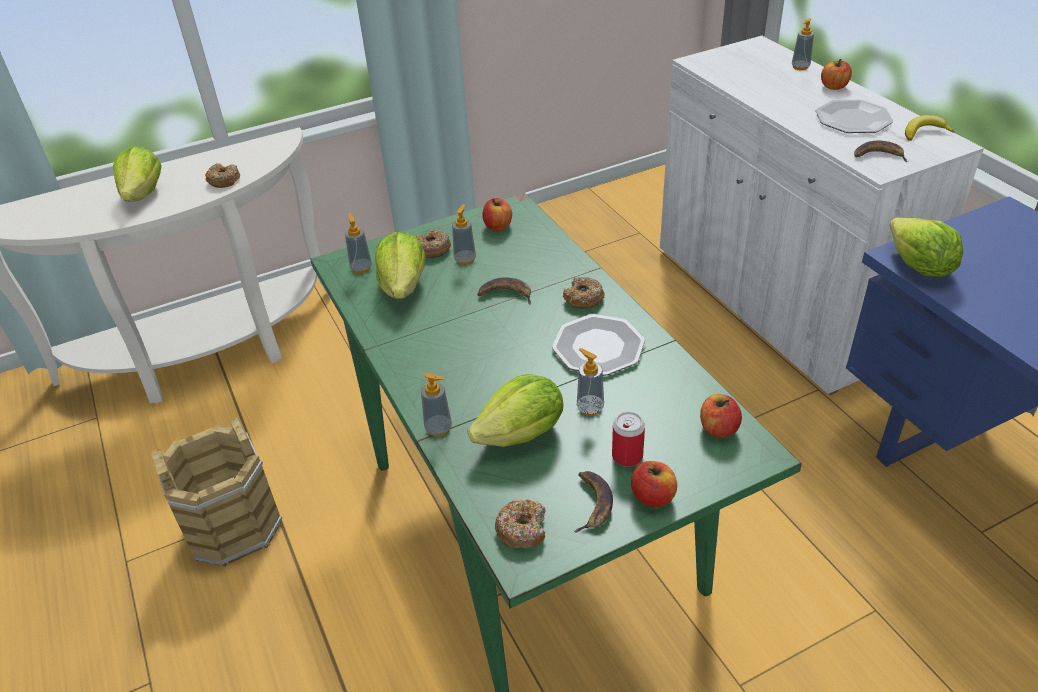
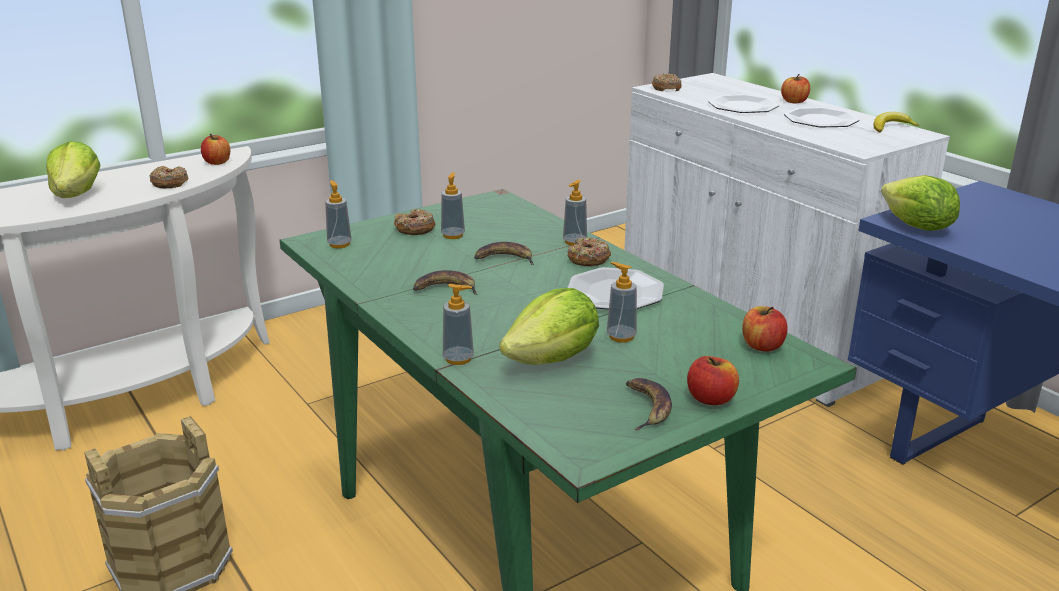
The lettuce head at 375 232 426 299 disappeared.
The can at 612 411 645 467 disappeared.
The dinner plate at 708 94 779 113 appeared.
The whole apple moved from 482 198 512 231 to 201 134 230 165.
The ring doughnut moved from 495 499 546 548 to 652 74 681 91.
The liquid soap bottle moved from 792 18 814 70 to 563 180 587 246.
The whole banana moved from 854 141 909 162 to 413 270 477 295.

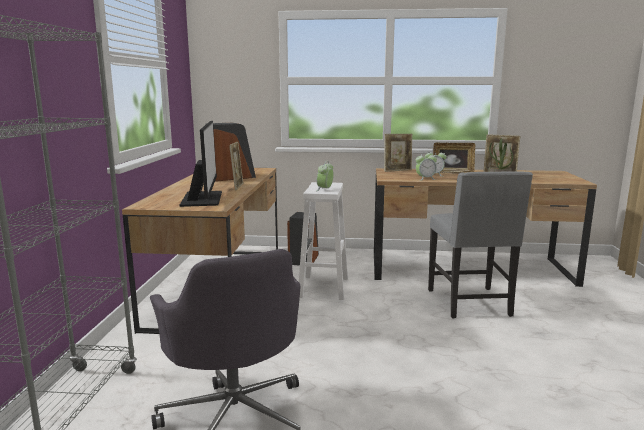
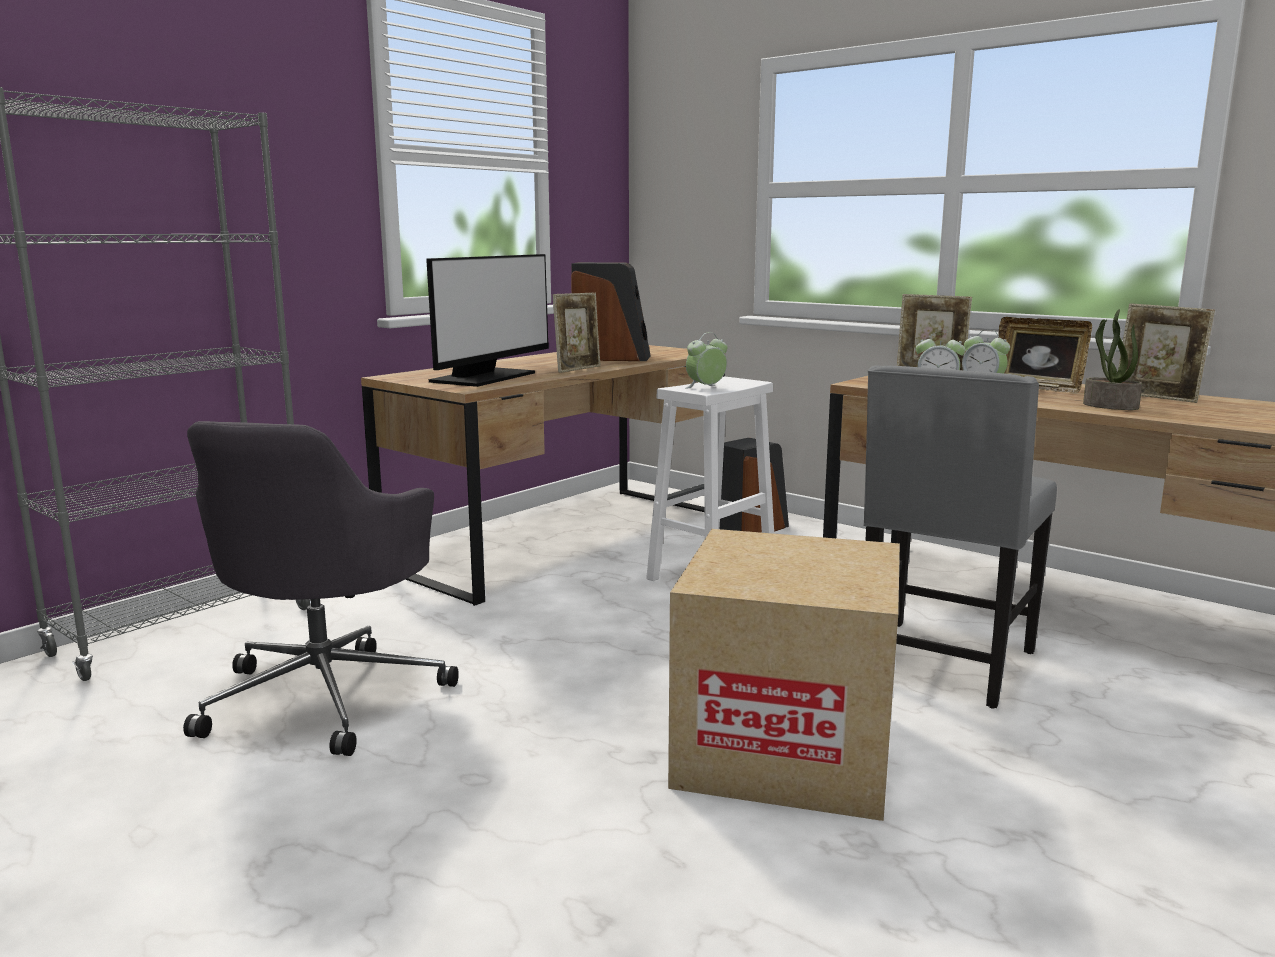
The cardboard box at 668 529 900 821 appeared.

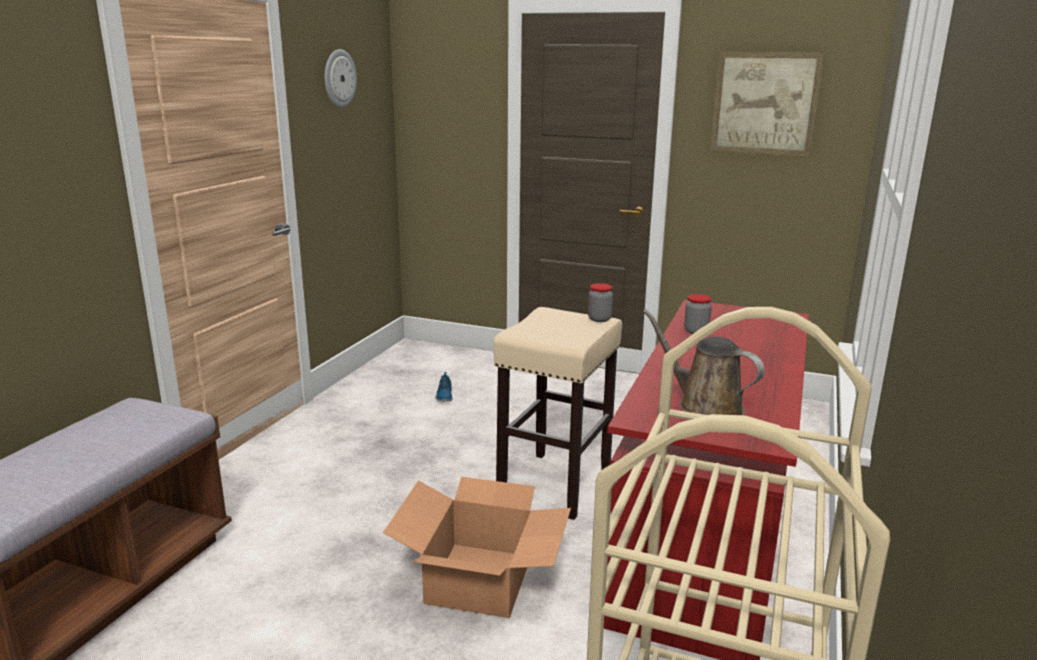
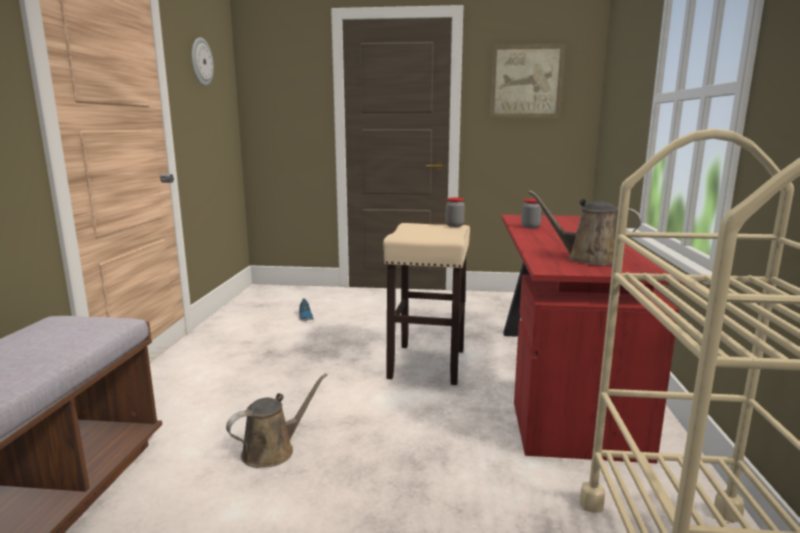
The cardboard box at 383 477 571 618 disappeared.
The watering can (brownish) at 226 373 327 468 appeared.

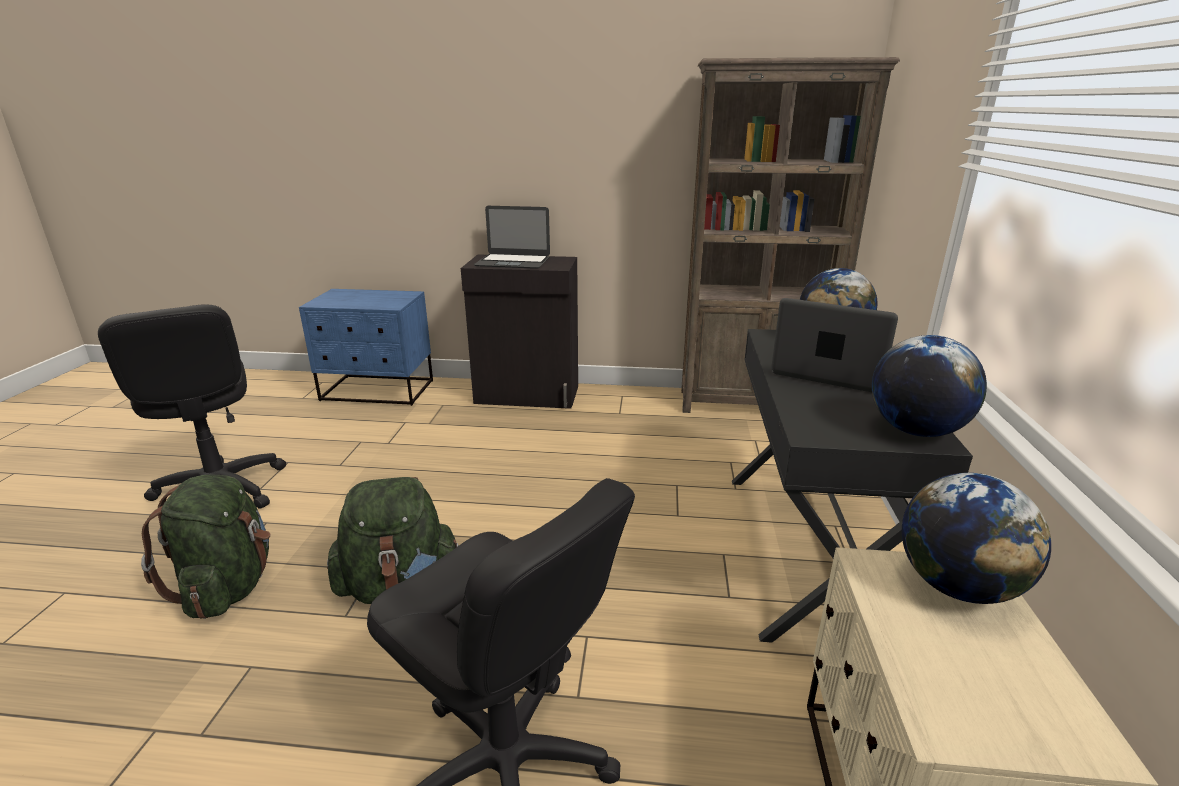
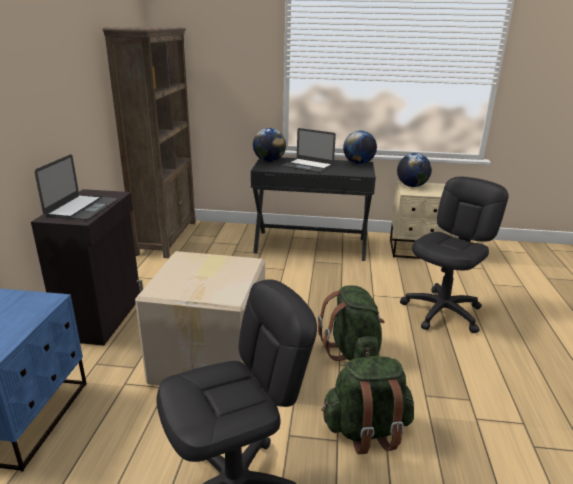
The cardboard box at 135 251 265 386 appeared.
The portable computer at 771 298 898 392 turned 90 degrees counterclockwise.

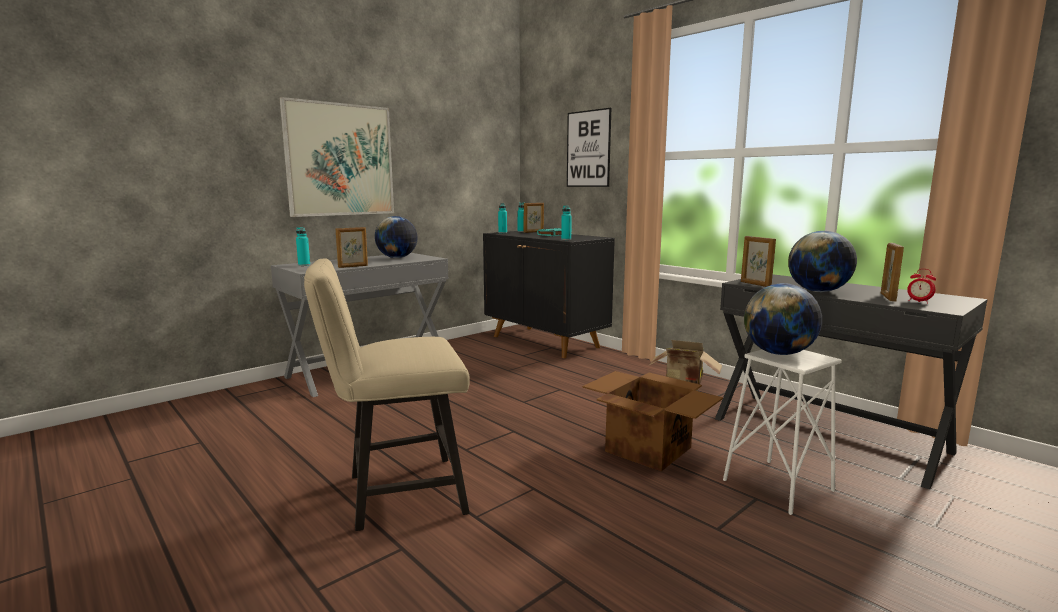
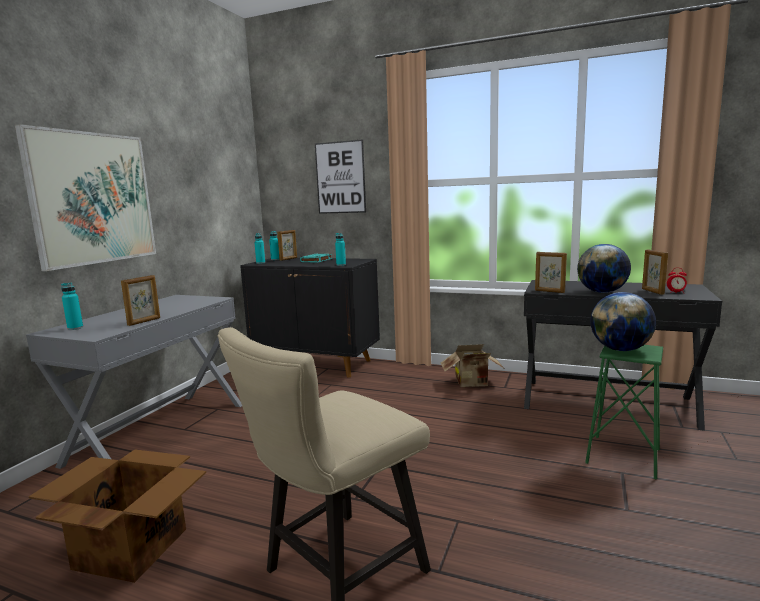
The desk globe at 375 216 417 258 disappeared.
The cardboard box moved from 582 371 723 471 to 29 450 206 583.
The stool seat (white-coloured) at 723 349 842 515 became the stool seat (green-coloured) at 585 345 663 480.

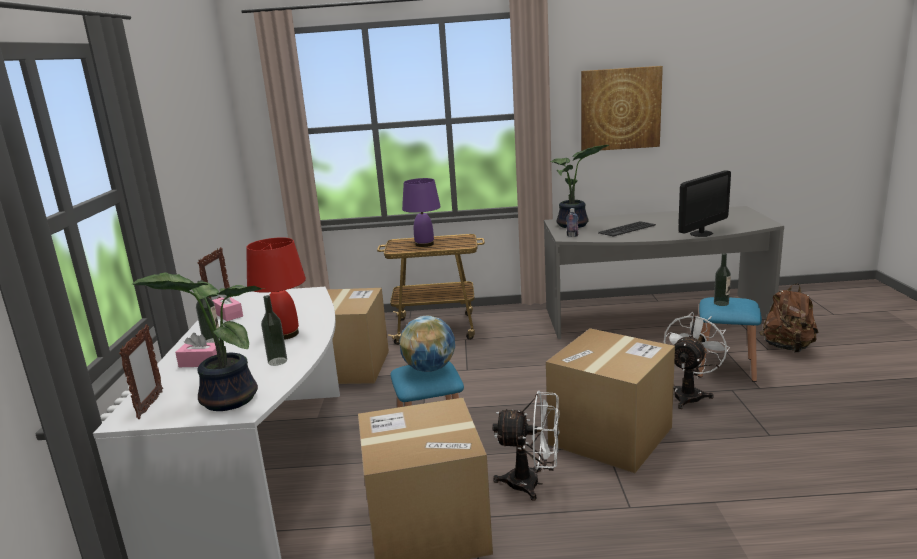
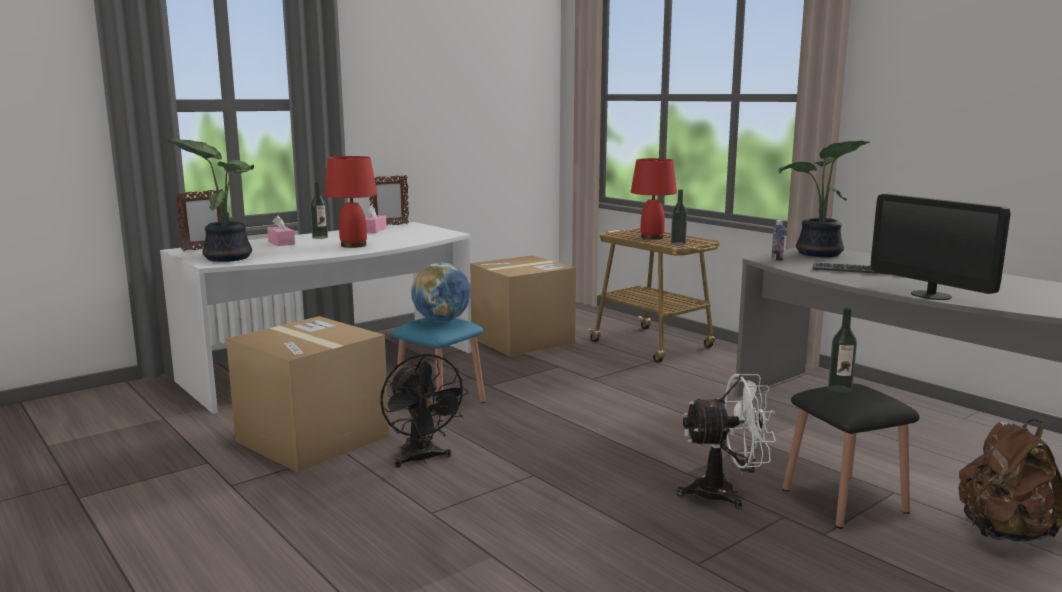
The cardboard box at 546 328 675 473 disappeared.
The wall picture at 581 66 663 151 disappeared.
The drink bottle moved from 261 295 287 366 to 671 190 687 245.
The lamp for a table (purplish) at 402 178 441 247 became the lamp for a table (reddish) at 631 158 677 239.
The electric fan (white-coloured) at 492 391 560 501 became the electric fan (blackish) at 380 353 469 468.
The stool seat (blue) at 698 297 762 382 became the stool seat (blackish) at 782 384 920 529.
The monitor at 678 170 731 237 turned 45 degrees clockwise.

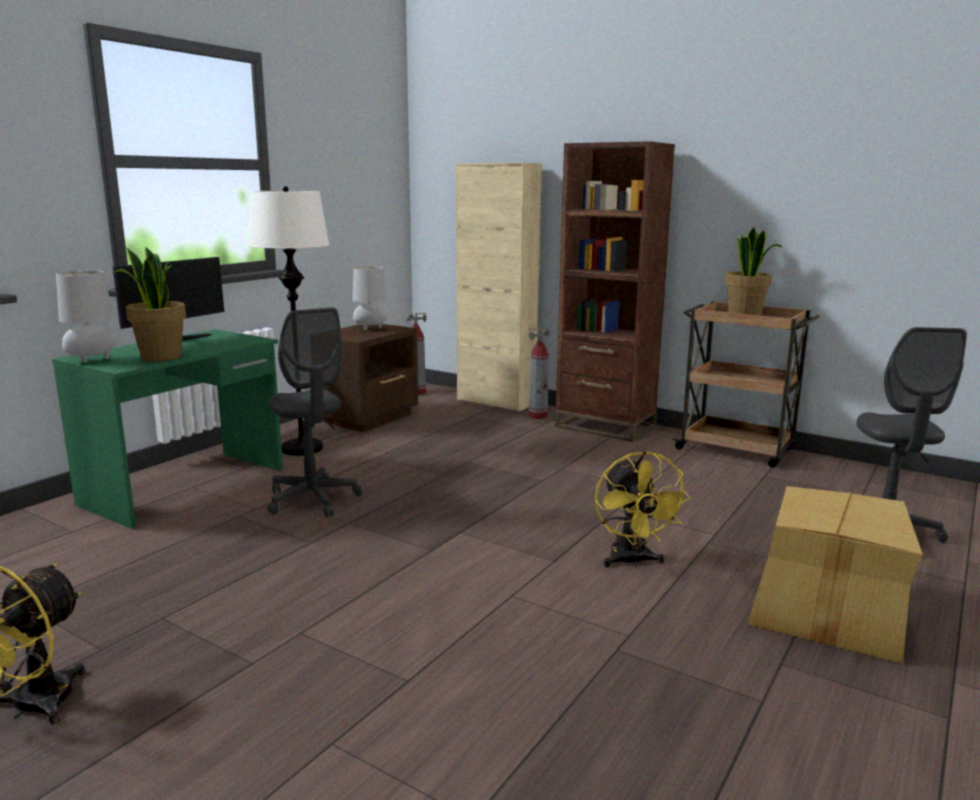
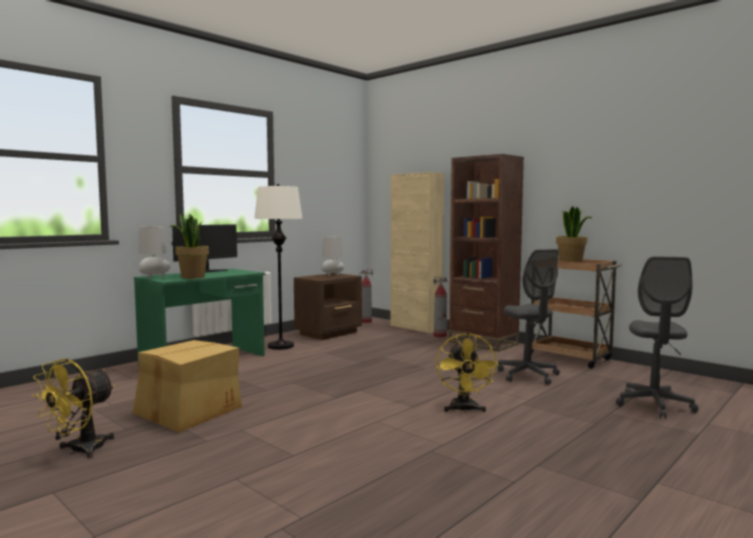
The computer chair (gray) moved from 267 307 362 517 to 498 249 560 385.
The cardboard box moved from 747 486 923 664 to 133 340 242 433.

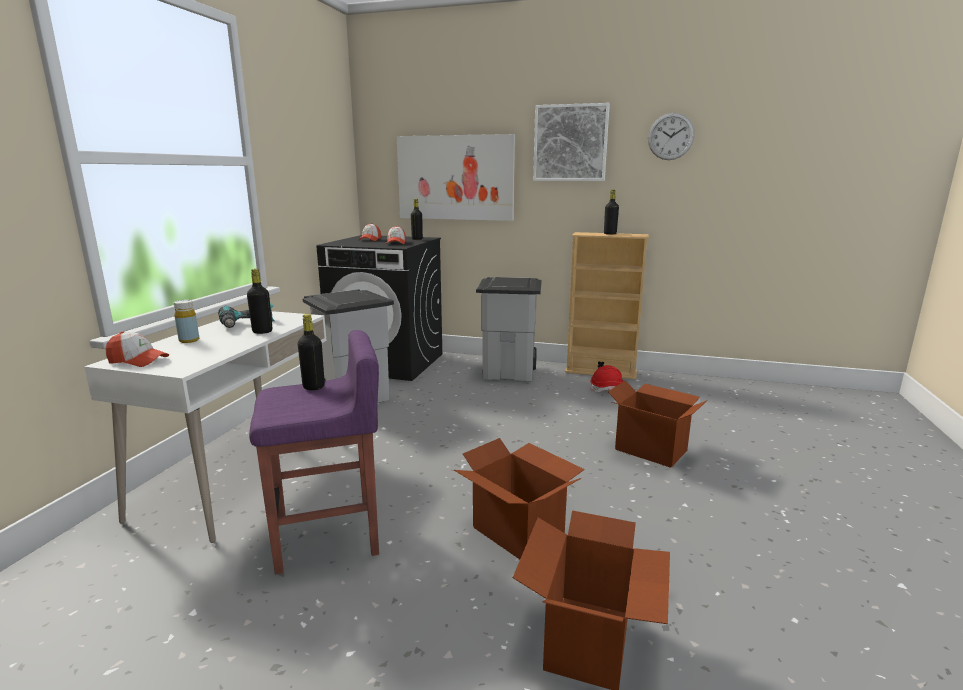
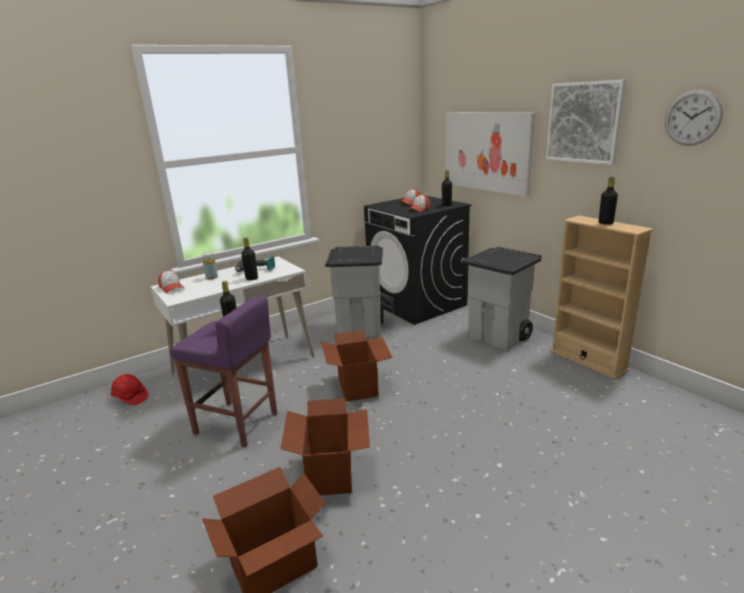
The safety helmet (reddish) moved from 590 365 623 392 to 111 374 149 405.
The cardboard box moved from 608 380 707 468 to 321 330 393 402.

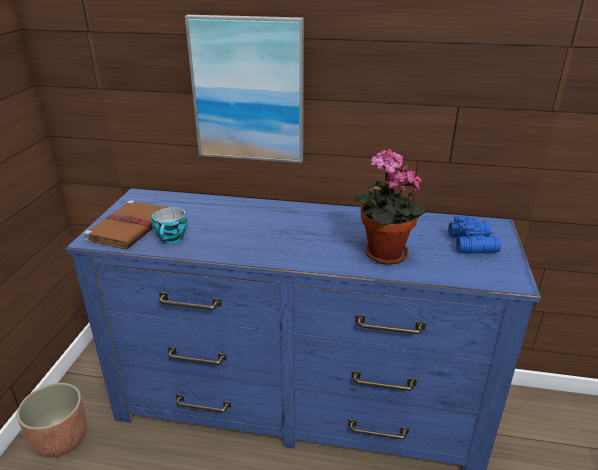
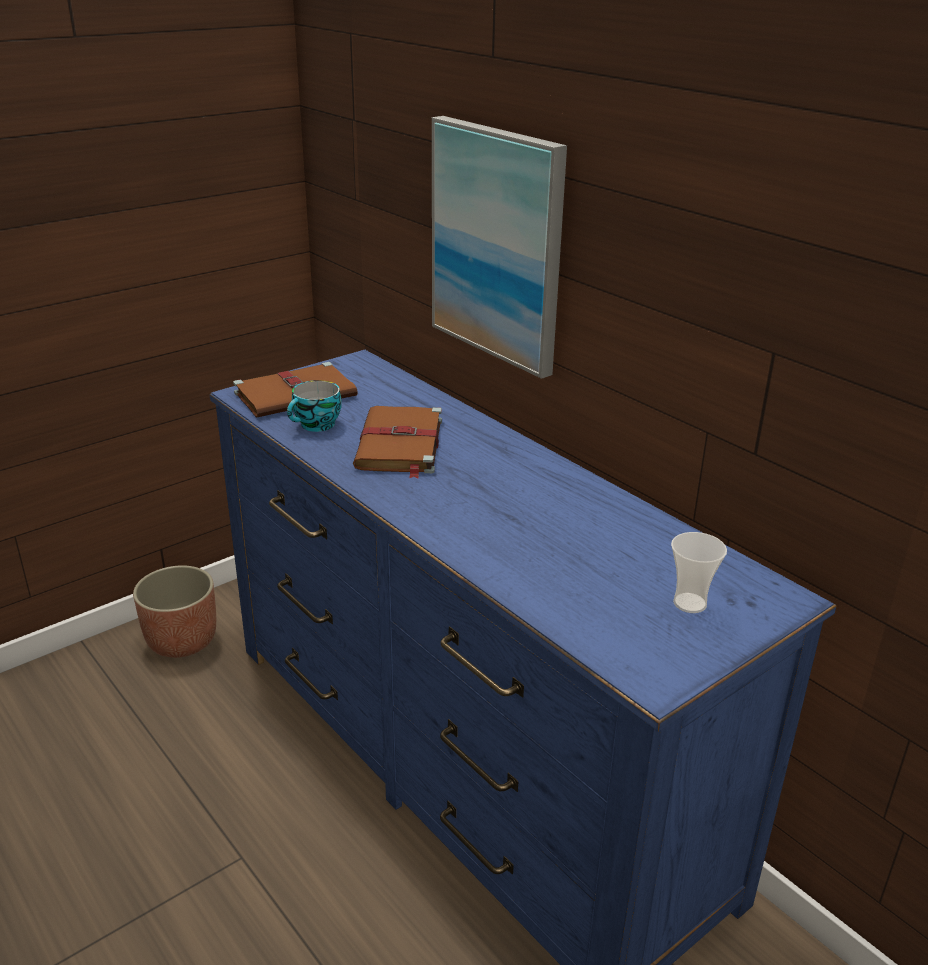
The houseplant at 354 149 428 265 disappeared.
The volume (brownish) at 353 406 442 478 appeared.
The field glasses (blue) at 448 216 501 253 was replaced by the small cup at 671 532 727 613.

